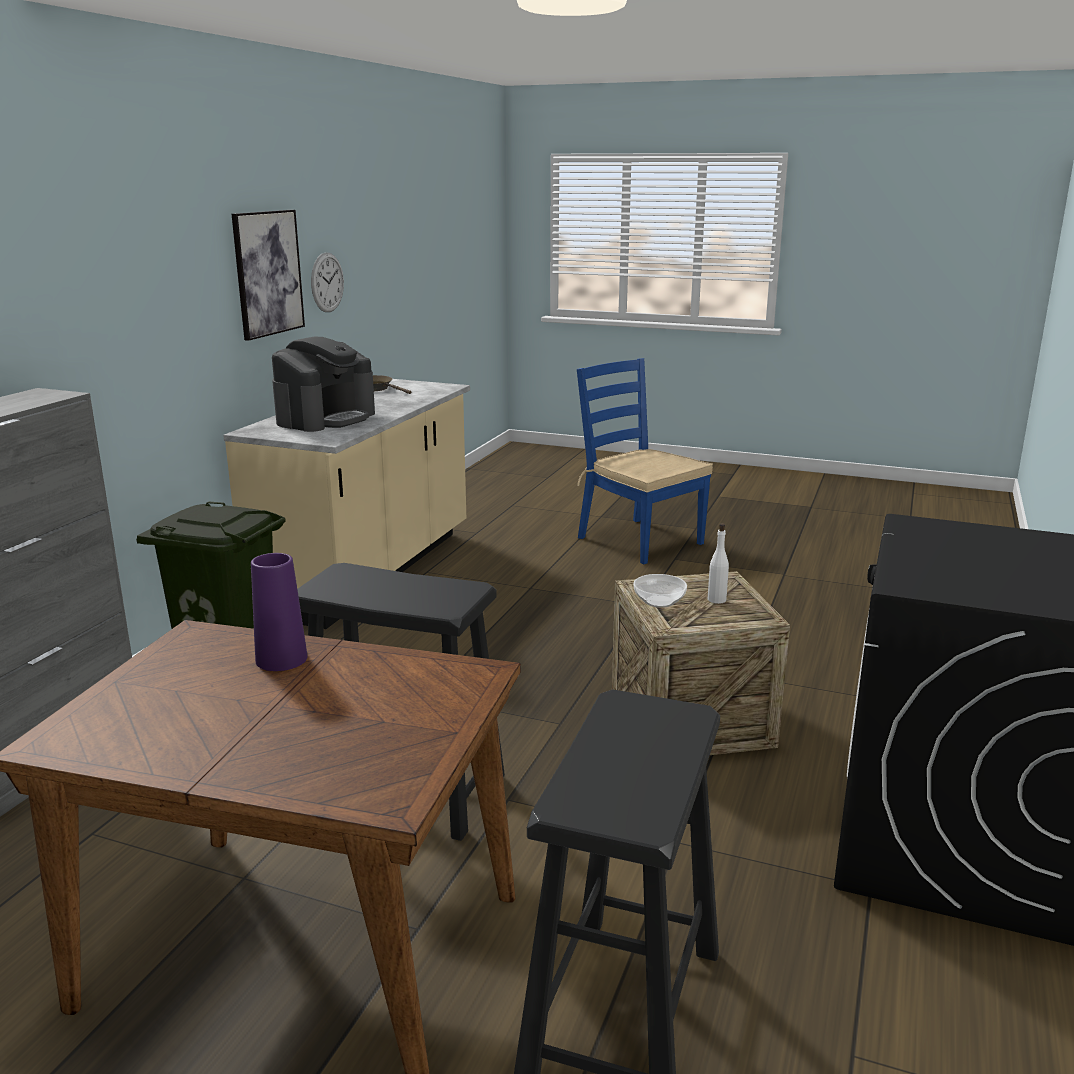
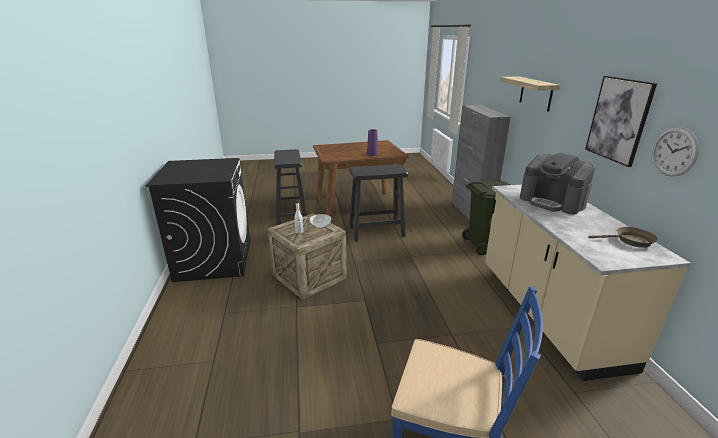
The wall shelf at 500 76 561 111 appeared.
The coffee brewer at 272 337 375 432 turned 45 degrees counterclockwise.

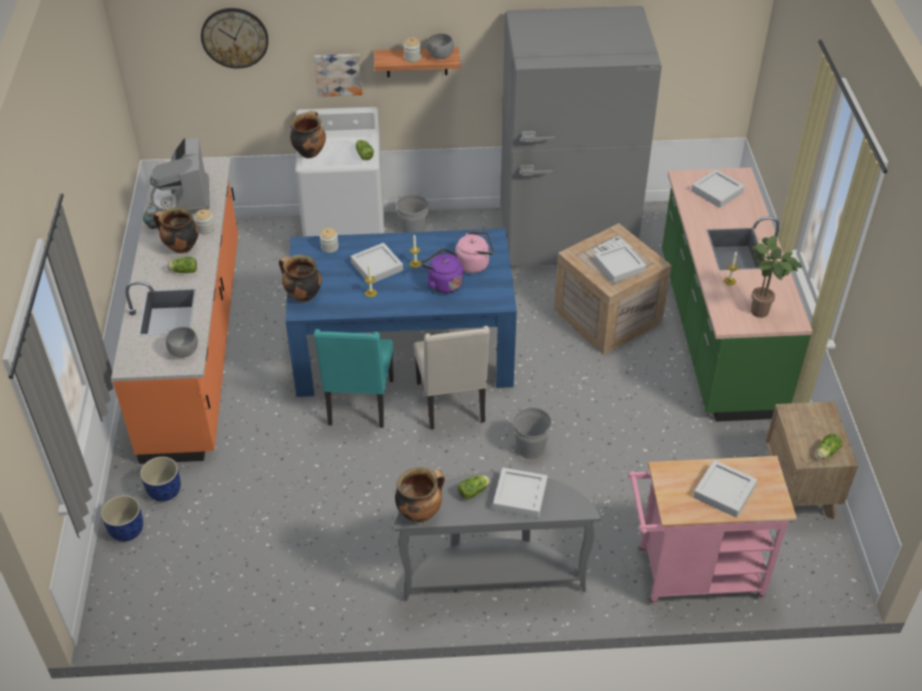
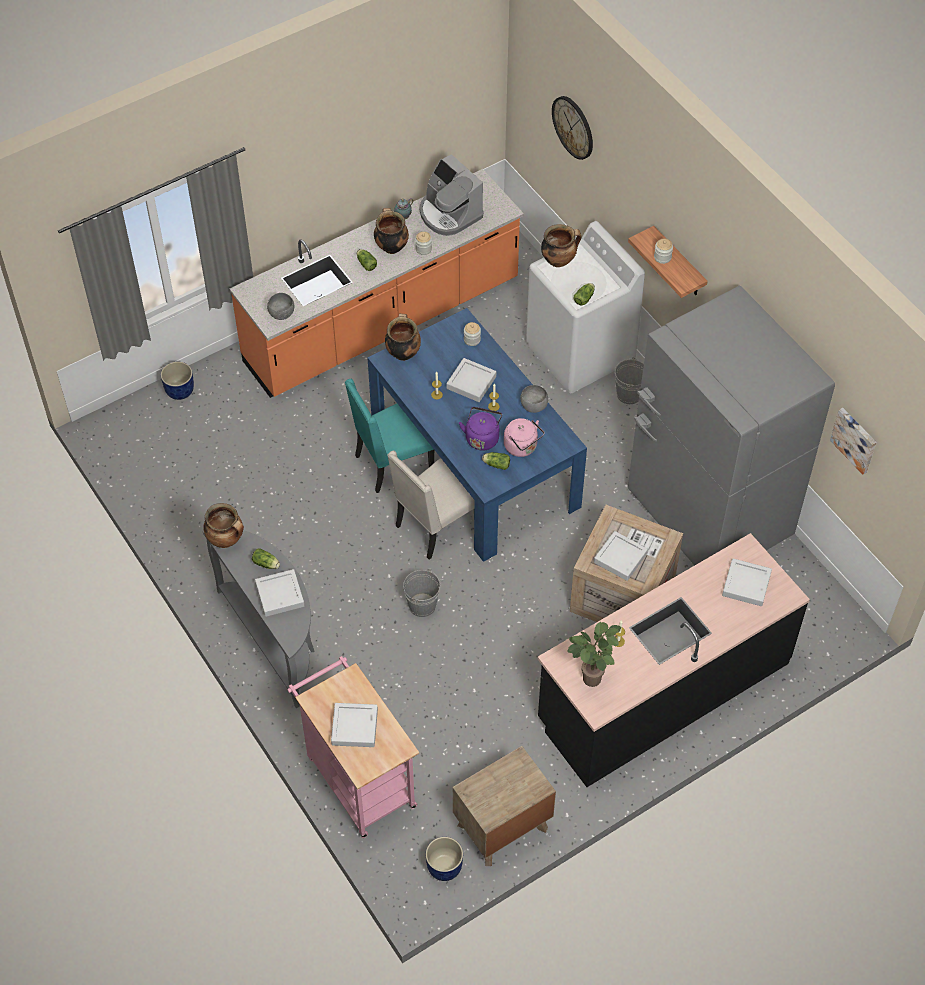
The planter (blue) moved from 140 457 181 502 to 426 837 463 881.
The wall picture moved from 314 54 362 97 to 830 408 876 475.
The bowl (gray) moved from 427 33 454 59 to 520 385 548 413.
The lettuce head moved from 816 434 843 459 to 482 452 510 470.
The kitchen base unit (green-coloured) at 662 167 813 422 became the kitchen base unit (blackish) at 537 533 810 787.
The coffee brewer at 150 138 210 214 turned 90 degrees counterclockwise.

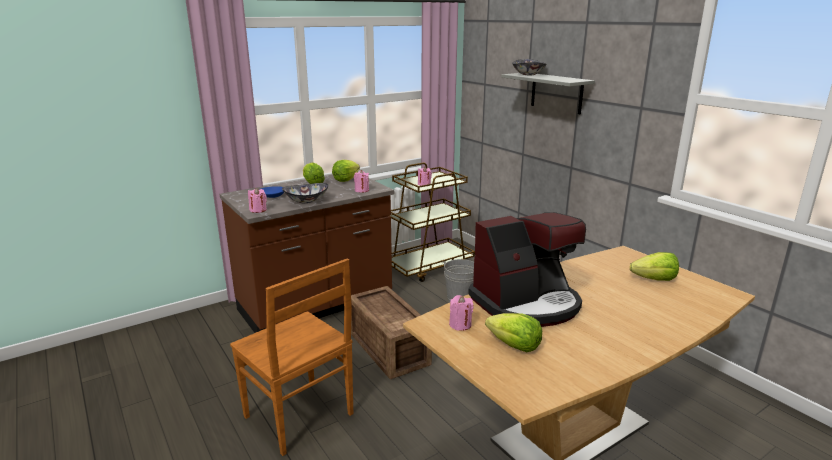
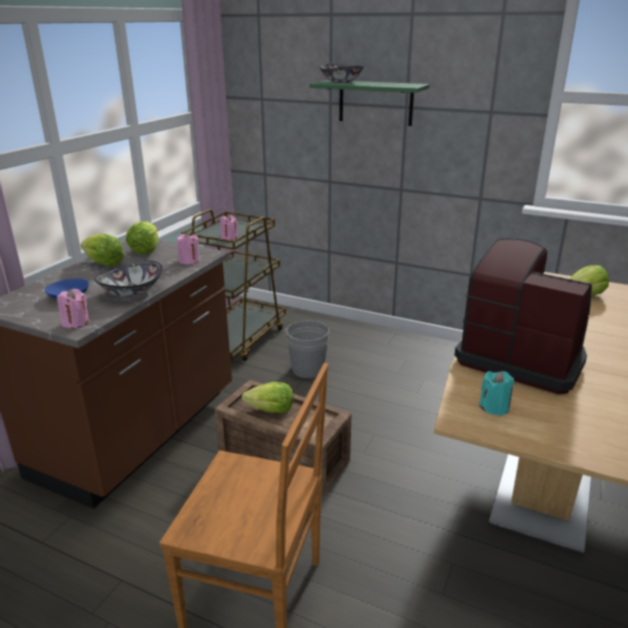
The lettuce head moved from 485 313 542 352 to 242 382 293 413.
The candle (pinkish) at 449 295 474 330 became the candle (turquoise) at 479 371 514 416.
The wall shelf (gray) at 501 73 595 114 became the wall shelf (green-coloured) at 310 80 429 126.
The coffee brewer at 468 212 586 327 turned 90 degrees counterclockwise.

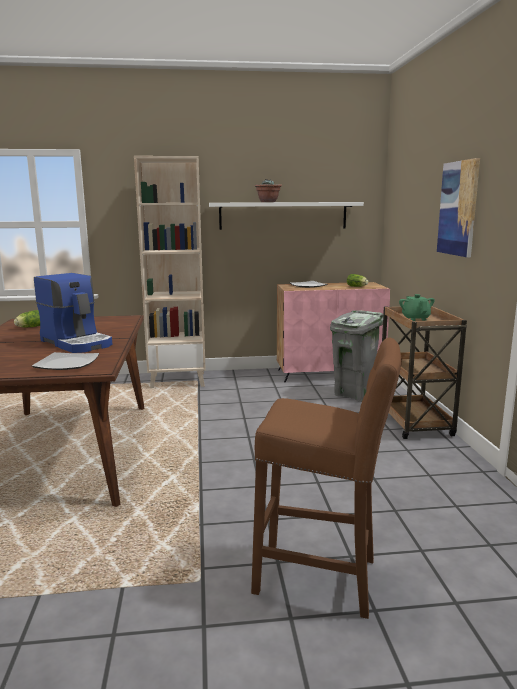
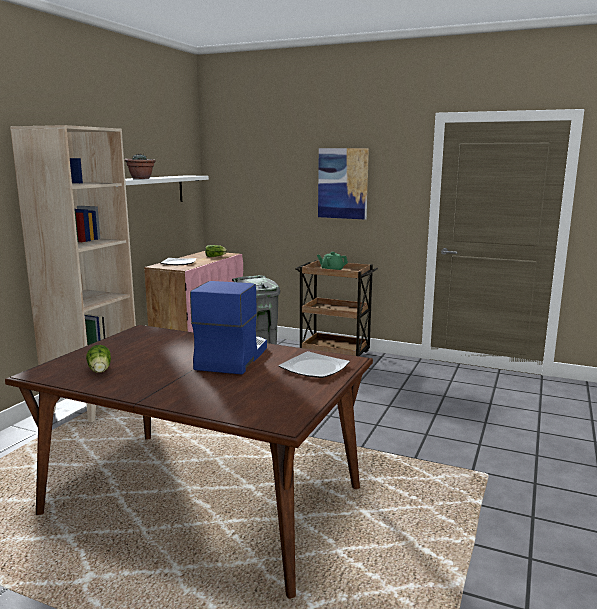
The stool seat (brownish) at 251 338 402 619 disappeared.
The coffee brewer at 34 273 112 353 turned 60 degrees counterclockwise.

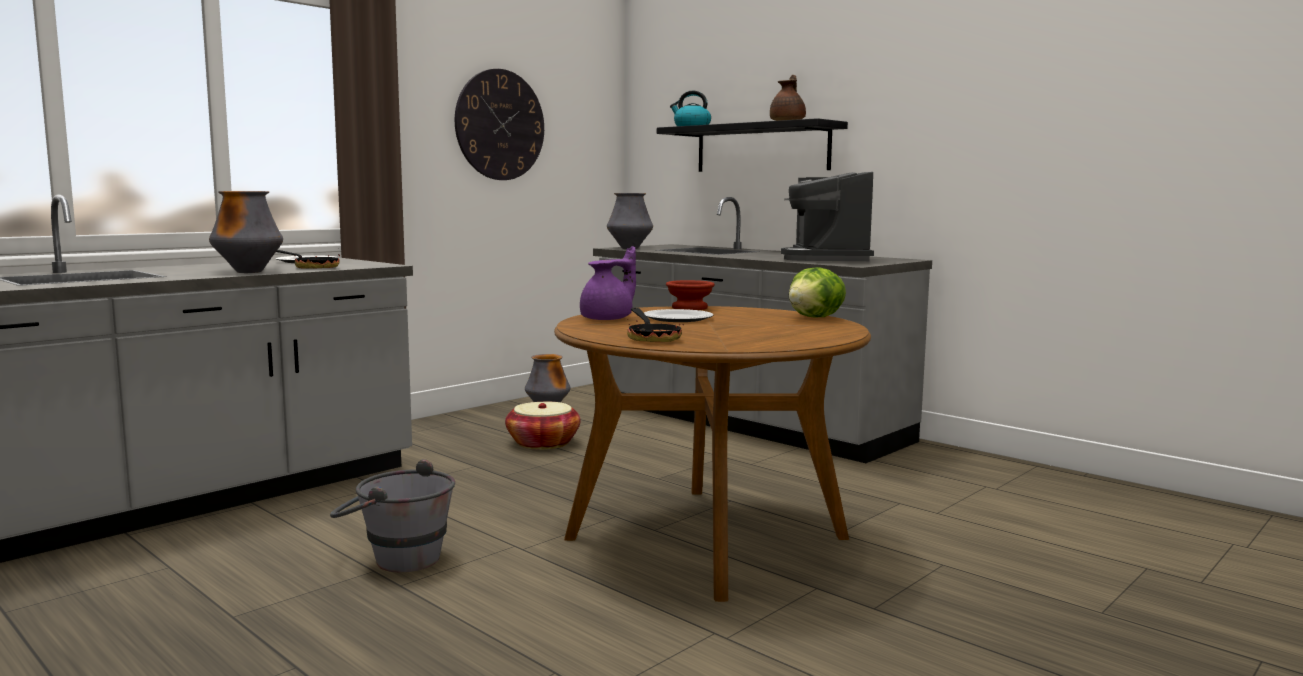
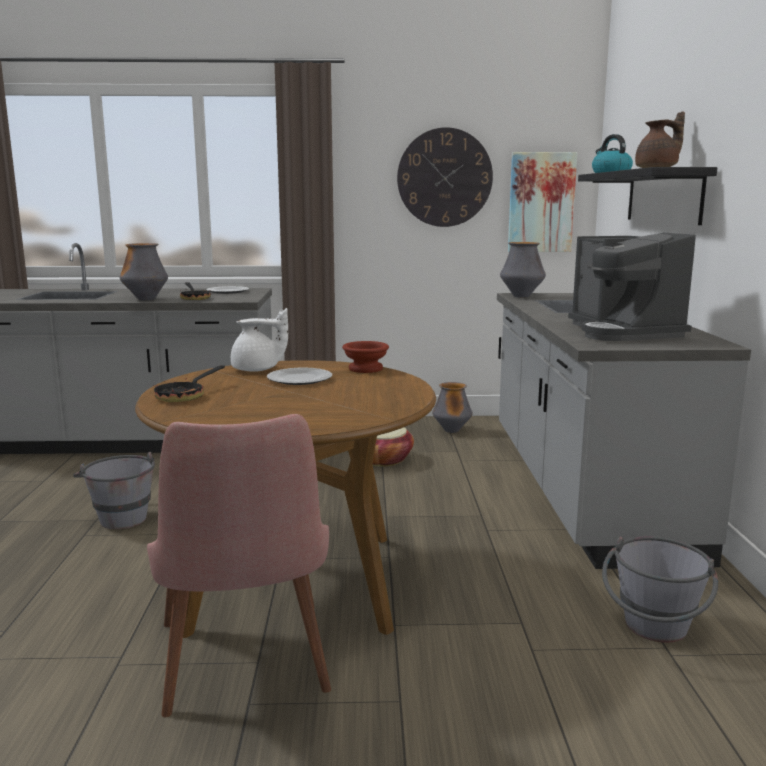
The lettuce head at 789 267 846 317 disappeared.
The chair (pinkish) at 147 414 331 717 appeared.
The wall picture at 508 152 577 252 appeared.
The bucket (gray) at 602 536 718 643 appeared.
The teapot (purplish) at 580 246 636 320 became the teapot (white-coloured) at 231 308 288 372.
The coffee brewer at 781 172 874 261 turned 60 degrees counterclockwise.

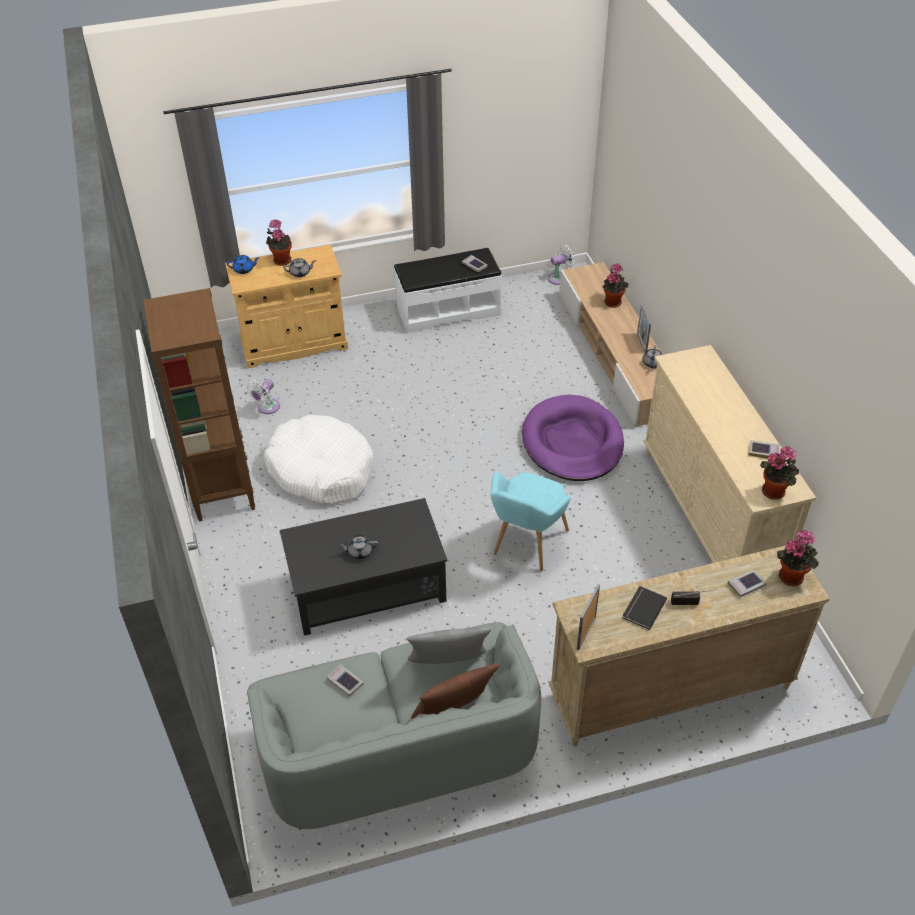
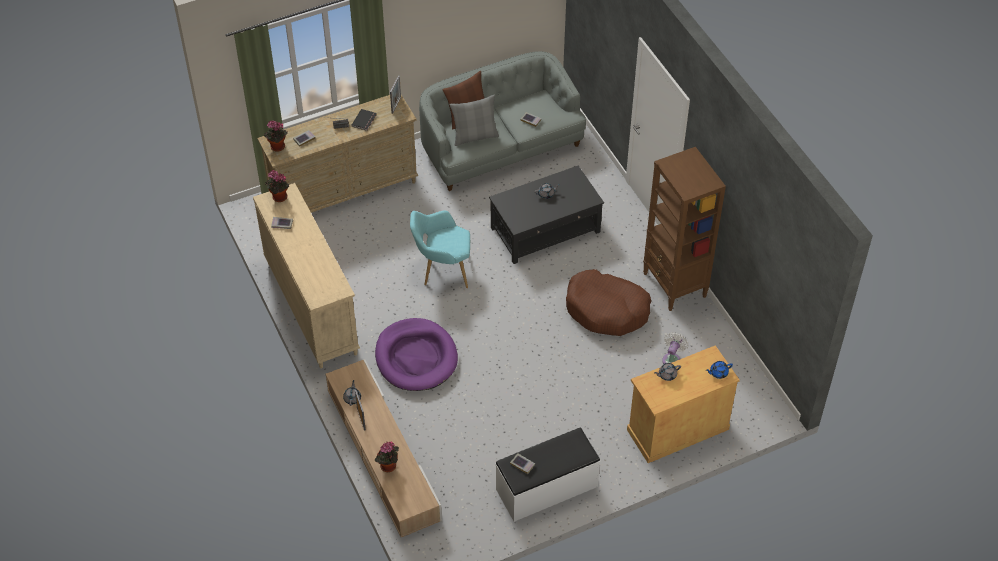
The houseplant at 266 220 292 266 disappeared.
The electric fan (white-coloured) at 548 244 575 285 disappeared.
The pet bed (white-coloured) at 264 415 373 505 became the pet bed (brownish) at 566 269 651 336.
The armchair (turquoise) at 490 472 571 571 turned 105 degrees counterclockwise.

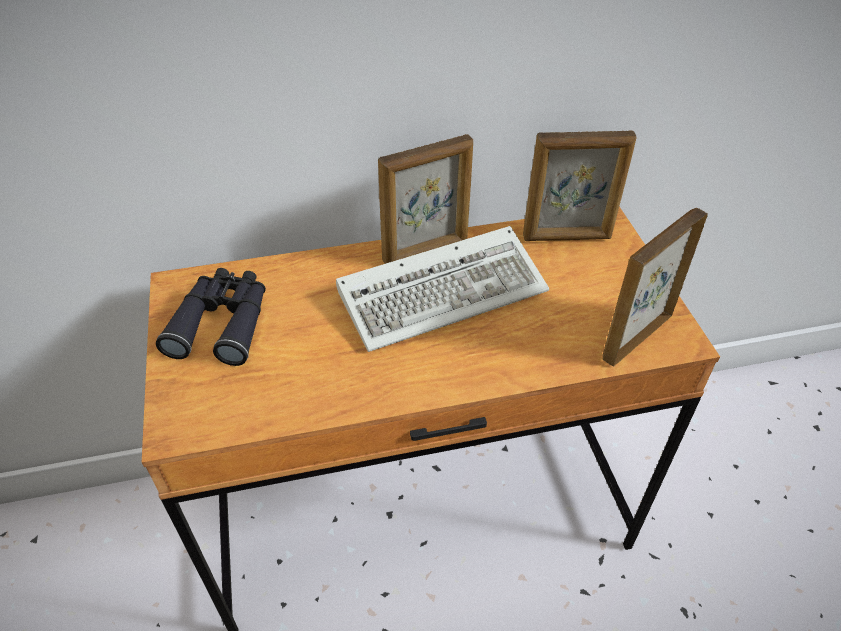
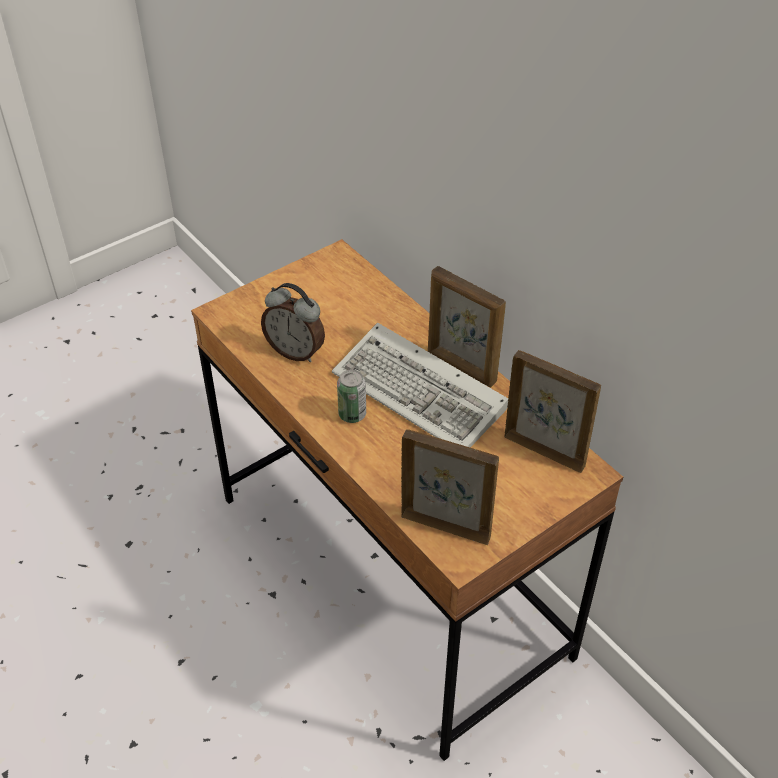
The field glasses (blackish) at 156 268 266 366 disappeared.
The table clock at 261 283 325 362 appeared.
The can at 337 370 366 423 appeared.
The standing frame at 523 130 637 241 turned 150 degrees clockwise.

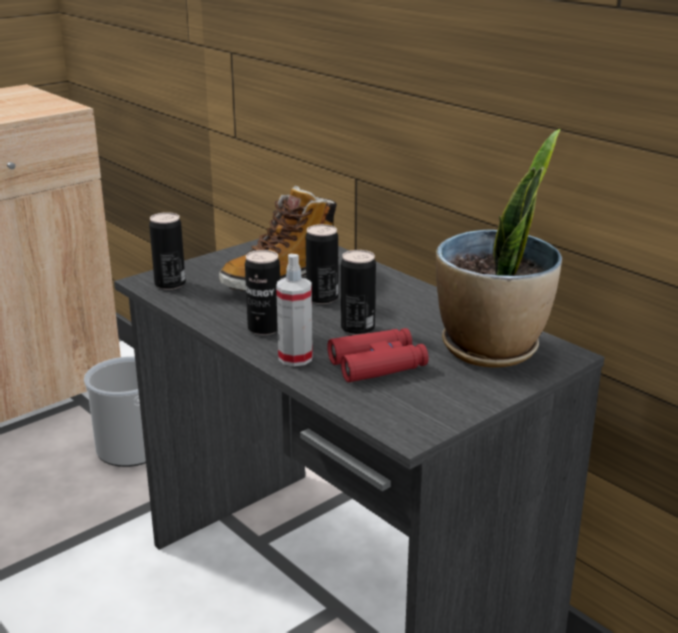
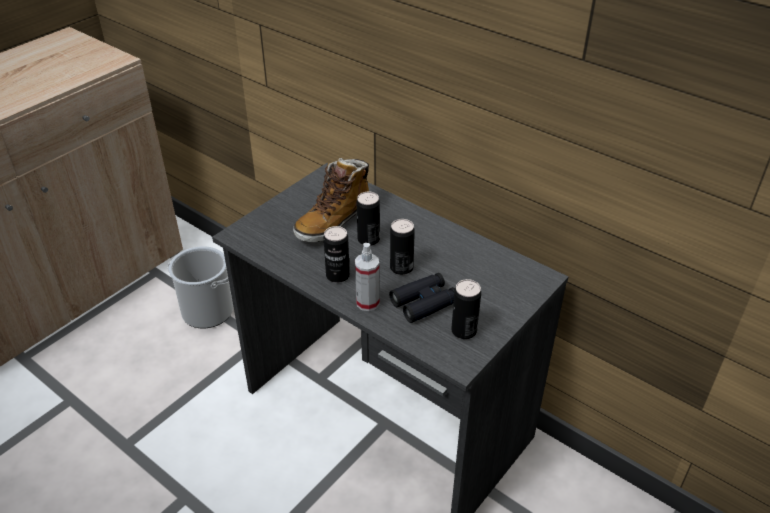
The houseplant at 436 129 562 368 disappeared.
The can moved from 149 212 186 290 to 451 279 481 339.
The field glasses (reddish) at 327 328 429 382 became the field glasses (blackish) at 389 273 455 323.

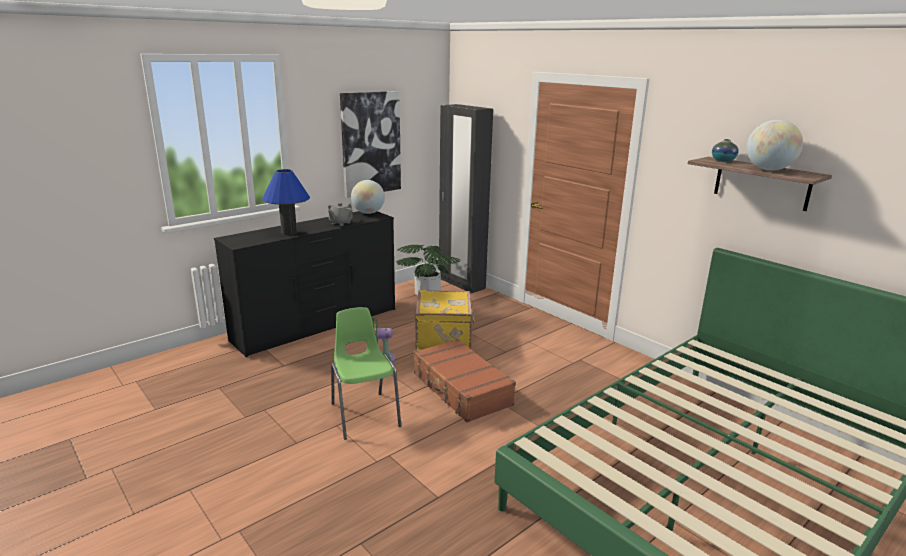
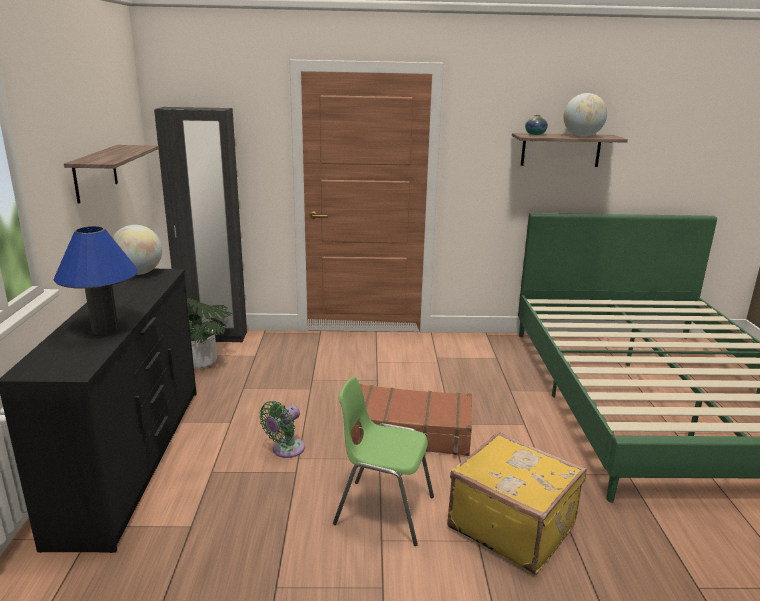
The teapot (gray) at 328 203 353 226 disappeared.
The piece of luggage (yellow) moved from 415 290 475 351 to 447 432 587 575.
The wall picture at 340 91 401 198 was replaced by the wall shelf at 64 145 159 203.

